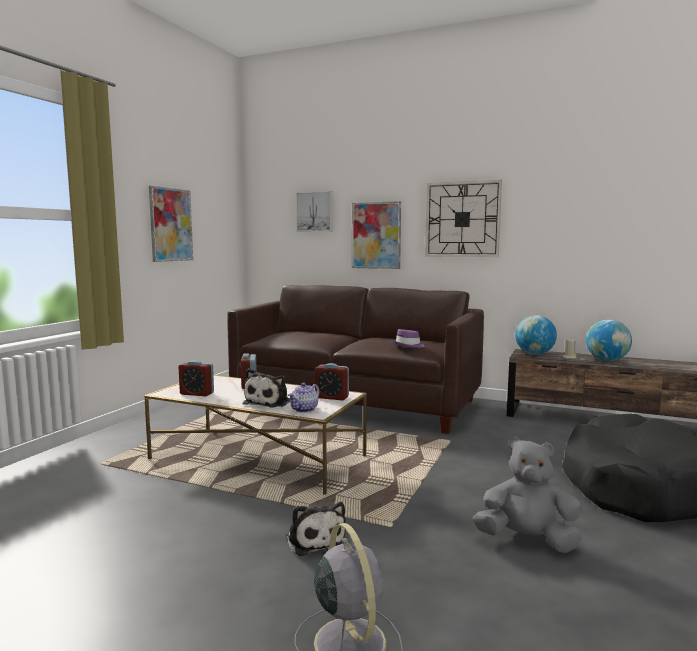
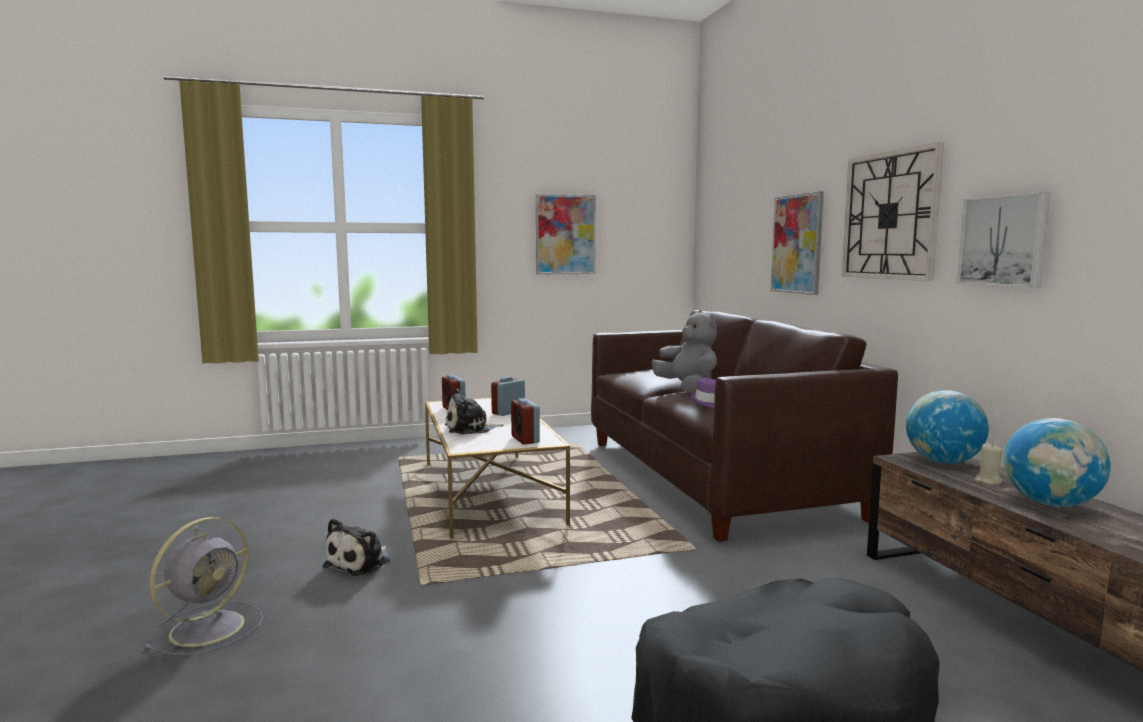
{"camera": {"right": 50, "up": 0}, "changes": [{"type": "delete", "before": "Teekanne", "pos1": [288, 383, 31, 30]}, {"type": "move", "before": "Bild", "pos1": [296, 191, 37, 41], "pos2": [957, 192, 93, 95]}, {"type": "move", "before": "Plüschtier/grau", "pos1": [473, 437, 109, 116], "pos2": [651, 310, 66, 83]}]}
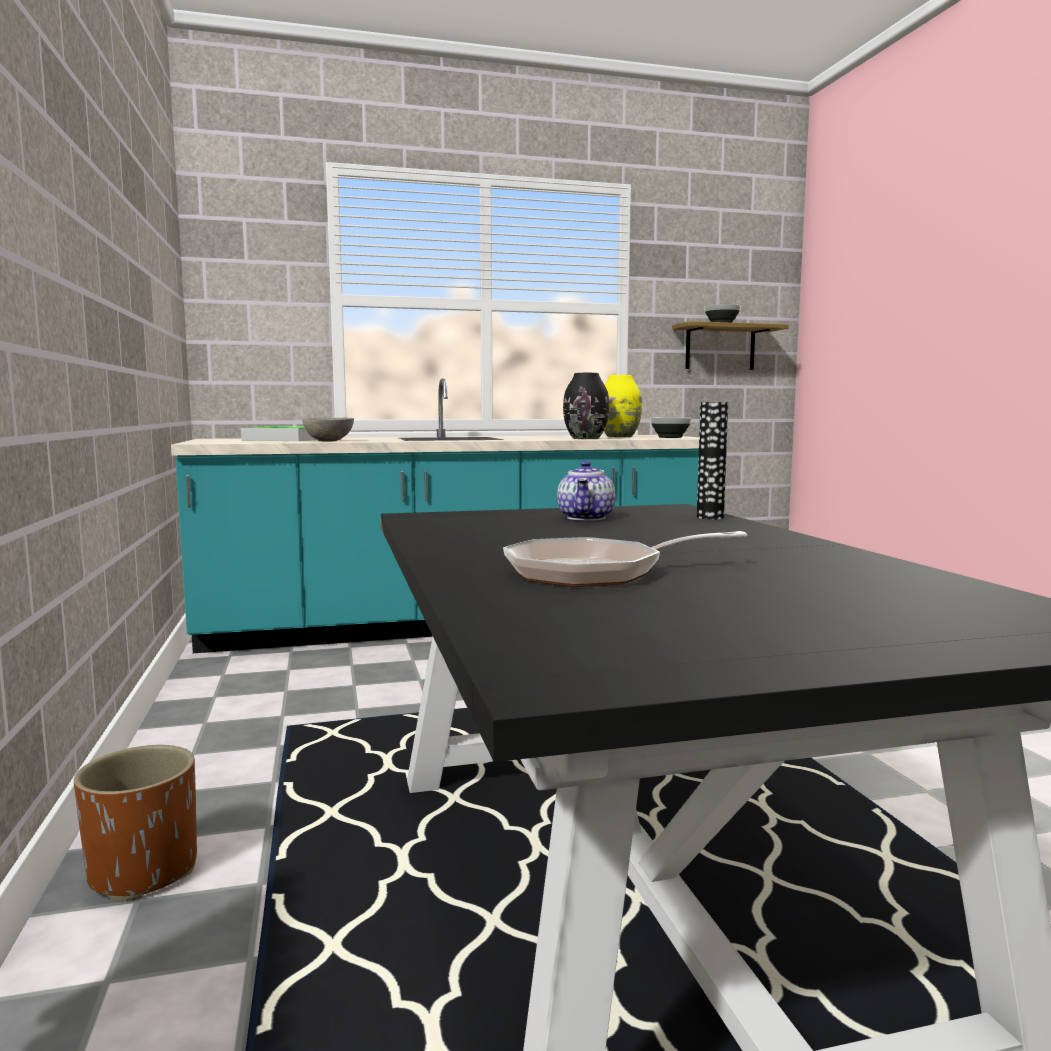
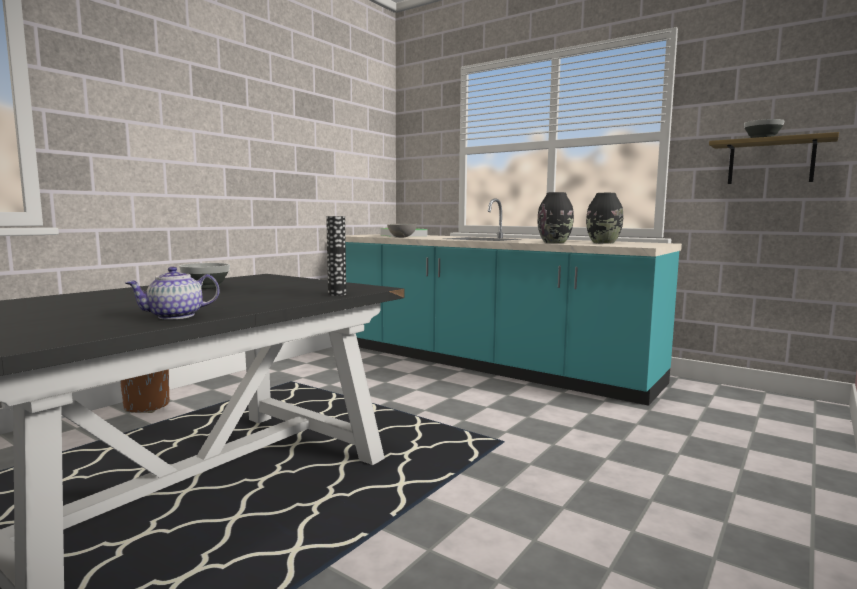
{"camera": {"right": 50, "up": 0}, "changes": [{"type": "delete", "before": "Pfanne", "pos1": [503, 531, 244, 56]}, {"type": "move", "before": "Teekanne", "pos1": [557, 461, 58, 60], "pos2": [125, 267, 94, 53]}, {"type": "recolor", "before": "Vase/gelb", "after": "Vase/schwarz", "pos1": [604, 375, 38, 62], "pos2": [586, 193, 37, 51]}, {"type": "move", "before": "Schüssel", "pos1": [650, 418, 42, 20], "pos2": [179, 263, 51, 26]}]}
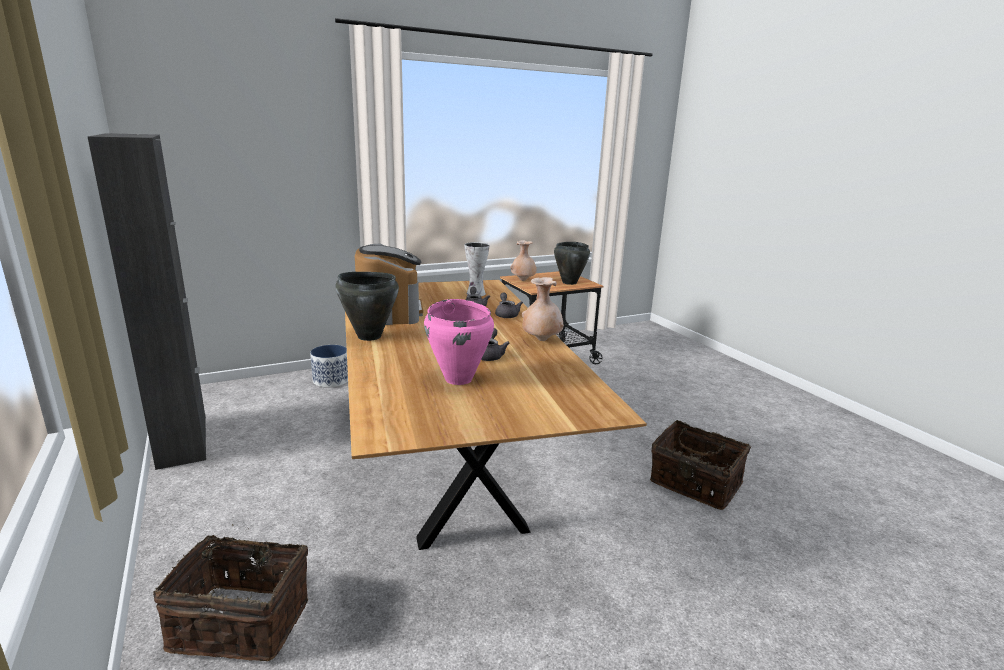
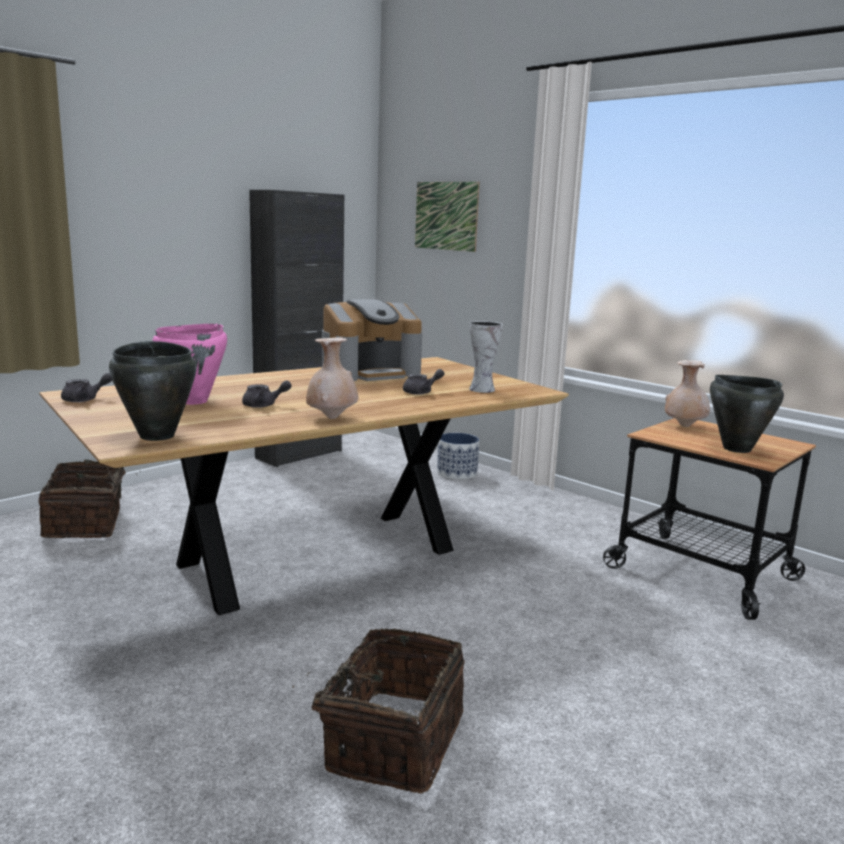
{"camera": {"right": 70, "up": -5}, "changes": [{"type": "move", "before": "Kochtopf/schwarz", "pos1": [335, 272, 64, 69], "pos2": [109, 341, 88, 100]}, {"type": "move", "before": "Teekanne/grau", "pos1": [495, 293, 28, 25], "pos2": [61, 373, 51, 29]}, {"type": "insert", "after": "Bild", "pos2": [415, 182, 65, 70]}]}
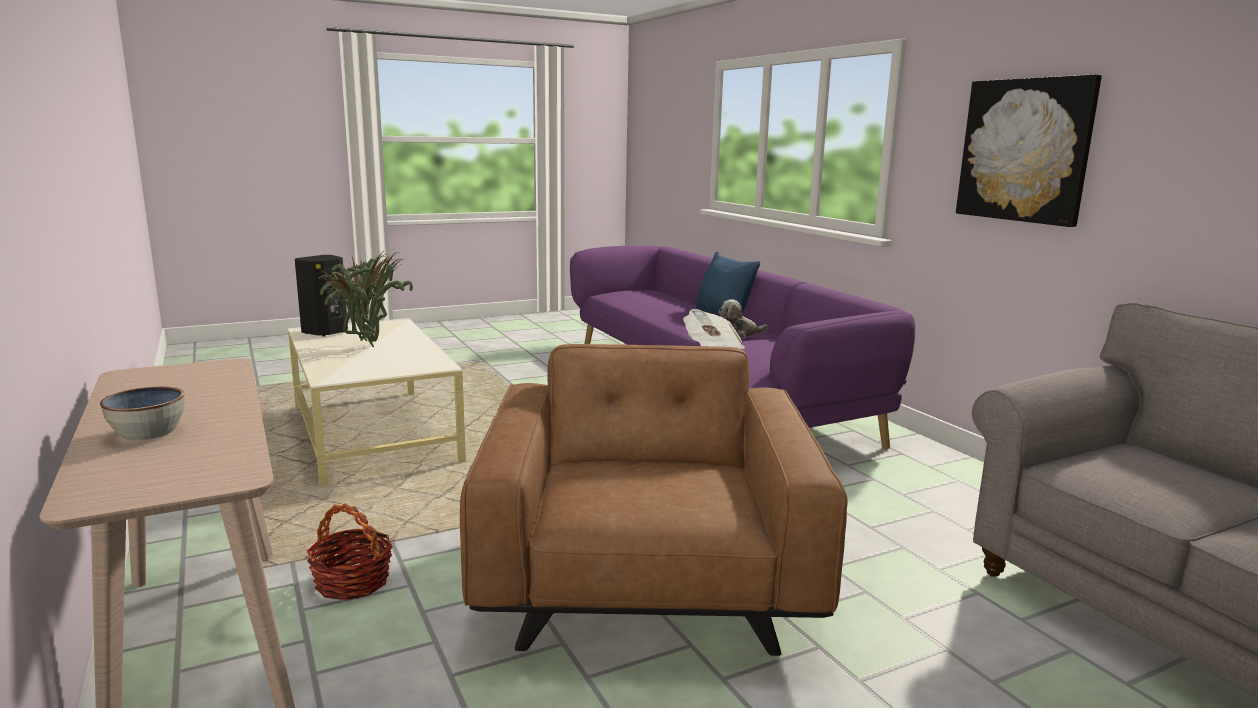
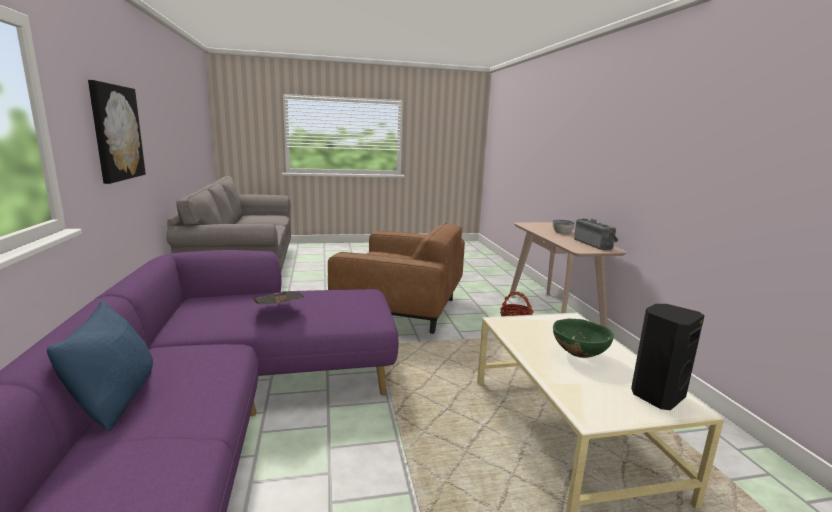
{"camera": {"right": -165, "up": 0}, "changes": [{"type": "replace", "before": "Topfpflanze", "after": "Schüssel/grün", "pos1": [319, 252, 94, 95], "pos2": [553, 319, 61, 39]}, {"type": "rotate", "before": "Sessel/braun", "pos1": [460, 344, 388, 312], "pos2": [328, 223, 137, 111], "turn": -90}, {"type": "delete", "before": "Plüschtier", "pos1": [718, 299, 50, 39]}, {"type": "insert", "after": "Radio", "pos2": [574, 218, 44, 32]}]}
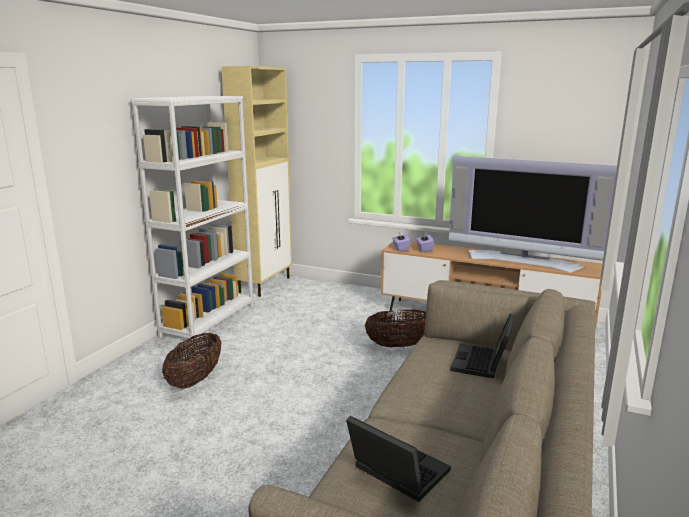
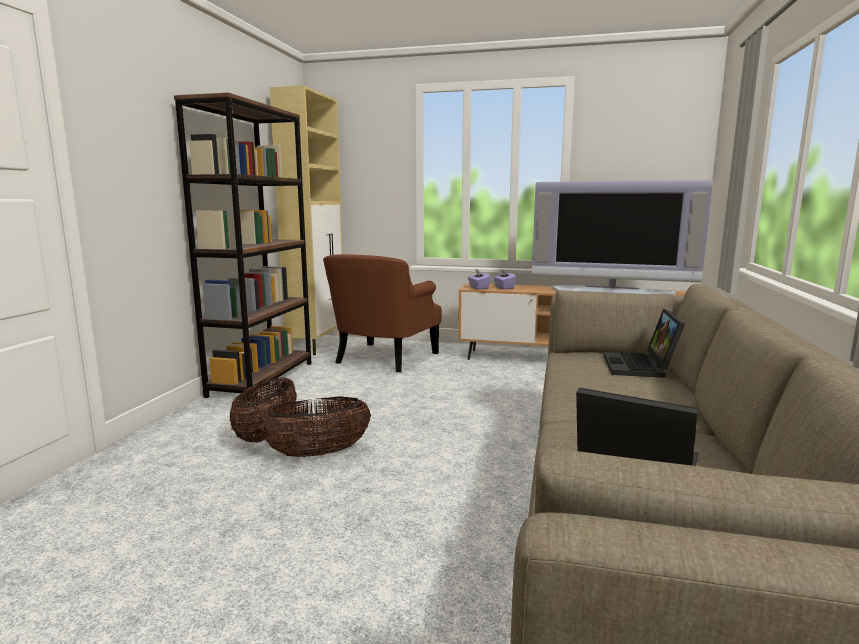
{"camera": {"right": -10, "up": -5}, "changes": [{"type": "recolor", "before": "Bücherregal/weiß", "after": "Bücherregal/braun", "pos1": [131, 96, 123, 249], "pos2": [174, 92, 138, 309]}, {"type": "move", "before": "Korb", "pos1": [365, 309, 61, 38], "pos2": [260, 396, 111, 61]}, {"type": "insert", "after": "Sessel/braun", "pos2": [323, 254, 119, 118]}]}
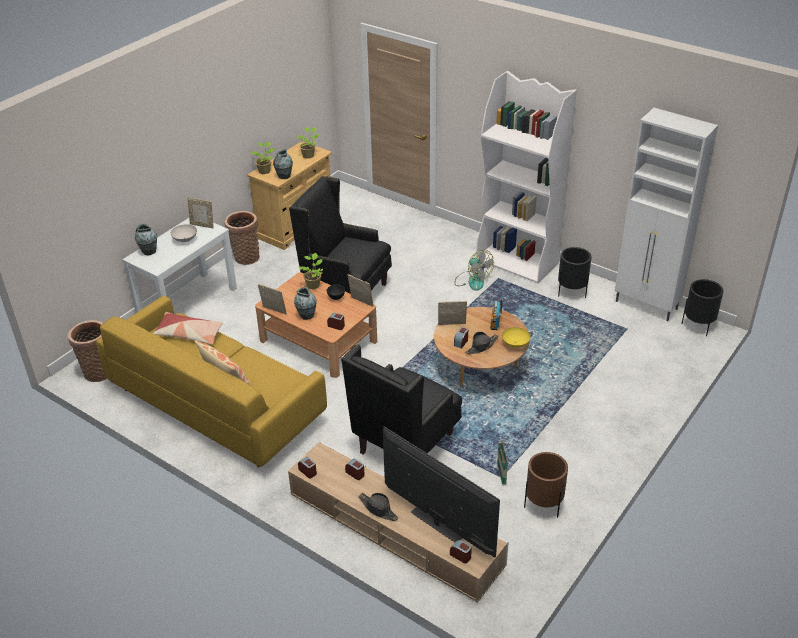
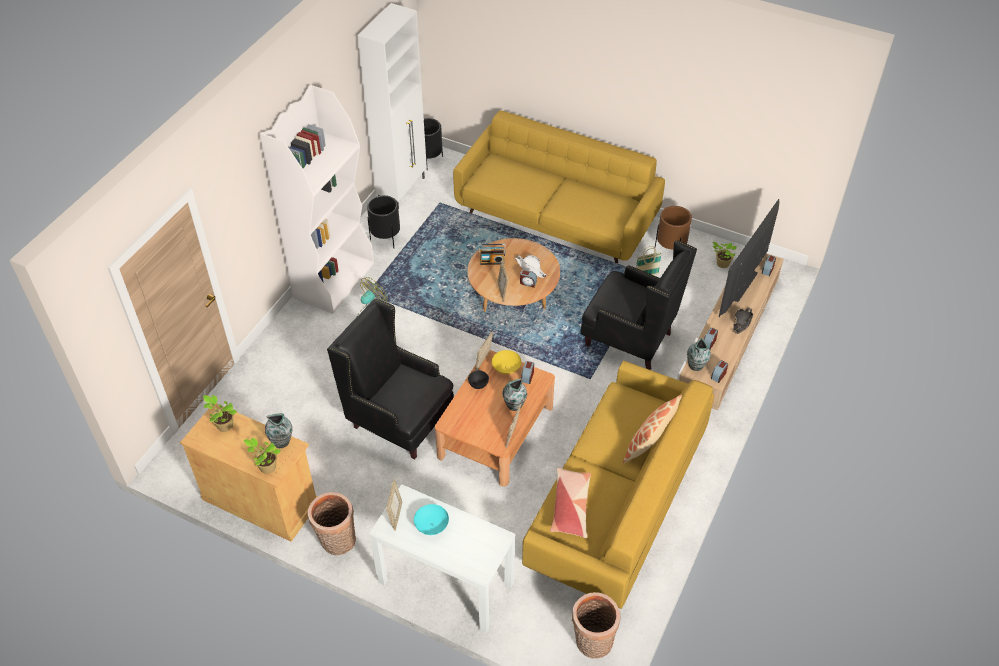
{"camera": {"right": -100, "up": 10}, "changes": [{"type": "move", "before": "Vase", "pos1": [135, 224, 22, 31], "pos2": [687, 338, 24, 33]}, {"type": "recolor", "before": "Schüssel/weiß", "after": "Schüssel/türkis", "pos1": [170, 224, 27, 18], "pos2": [414, 504, 35, 31]}, {"type": "rotate", "before": "Sessel/schwarz", "pos1": [289, 176, 103, 118], "pos2": [327, 298, 127, 162], "turn": 105}, {"type": "move", "before": "Topfpflanze", "pos1": [298, 253, 25, 36], "pos2": [712, 242, 25, 26]}, {"type": "recolor", "before": "Hut/schwarz", "after": "Hut/weiß", "pos1": [465, 332, 33, 22], "pos2": [515, 255, 32, 23]}, {"type": "move", "before": "Schüssel/gelb", "pos1": [502, 327, 29, 21], "pos2": [492, 350, 29, 24]}, {"type": "insert", "after": "Sofa/gelb", "pos2": [453, 111, 212, 152]}]}
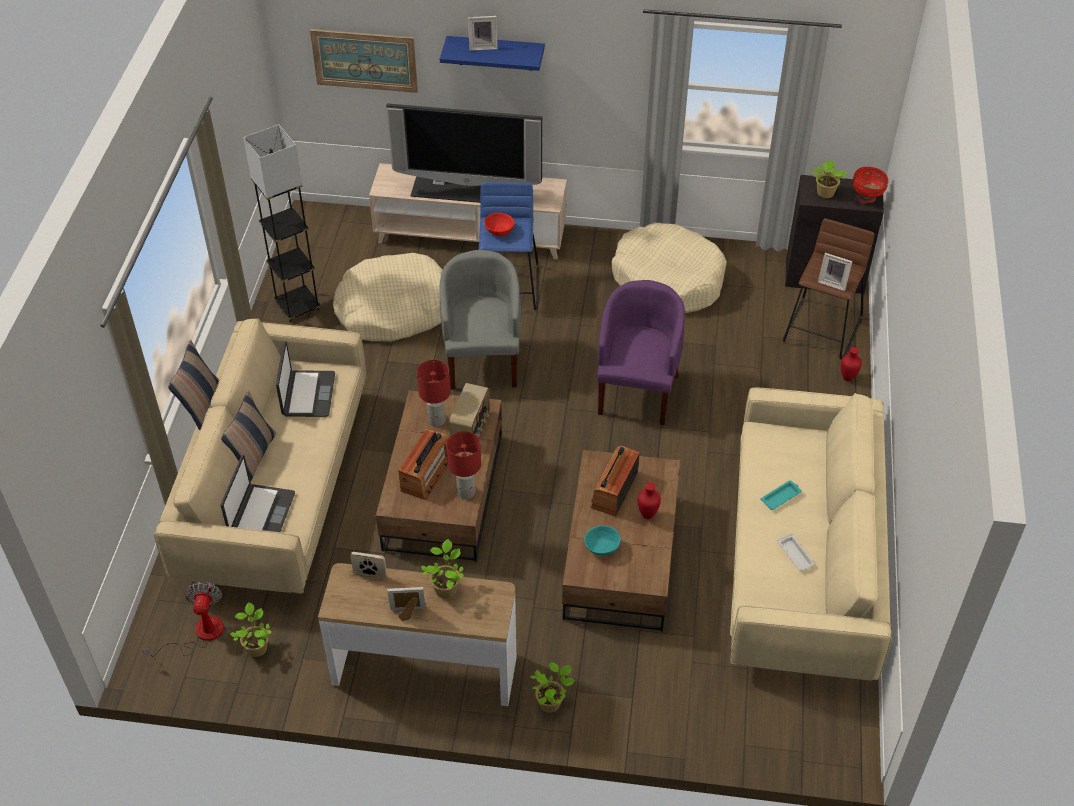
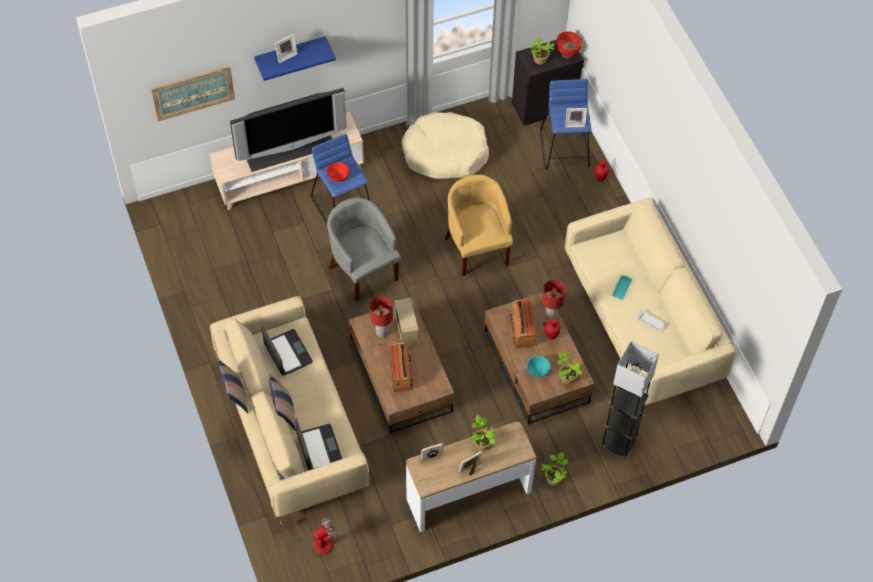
{"camera": {"right": -30, "up": 10}, "changes": [{"type": "rotate", "before": "Ventilator", "pos1": [143, 582, 81, 75], "pos2": [279, 518, 58, 36], "turn": 90}, {"type": "move", "before": "Topfpflanze", "pos1": [230, 602, 42, 55], "pos2": [558, 352, 25, 32]}, {"type": "move", "before": "Stehlampe/grau", "pos1": [243, 124, 78, 198], "pos2": [600, 341, 59, 117]}, {"type": "delete", "before": "Hundebett/beige", "pos1": [333, 253, 109, 89]}, {"type": "move", "before": "Tischlampe/rot", "pos1": [447, 431, 34, 68], "pos2": [542, 279, 24, 42]}, {"type": "recolor", "before": "Sessel/lila", "after": "Sessel/gelb", "pos1": [597, 280, 88, 145], "pos2": [445, 174, 68, 102]}, {"type": "recolor", "before": "Hocker/braun", "after": "Hocker/blau", "pos1": [783, 218, 91, 142], "pos2": [540, 79, 52, 90]}]}
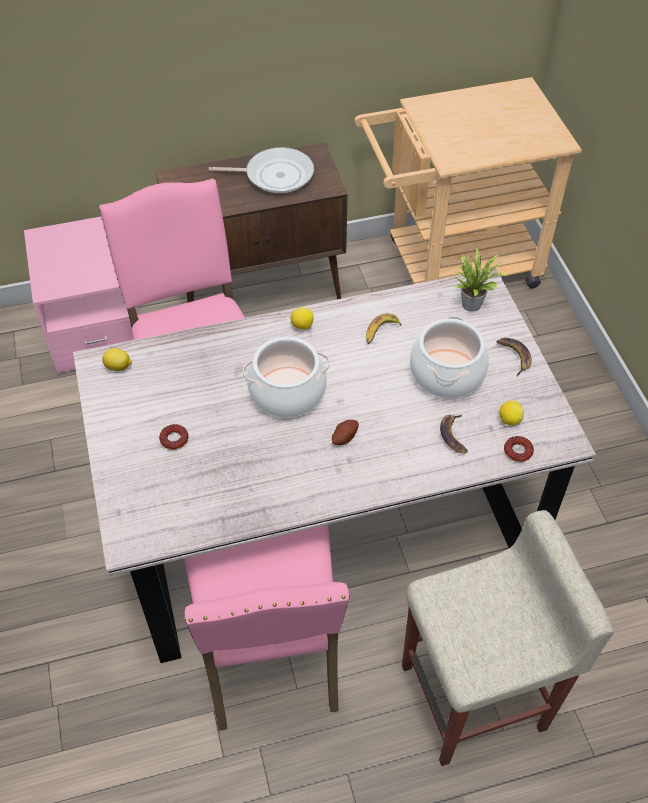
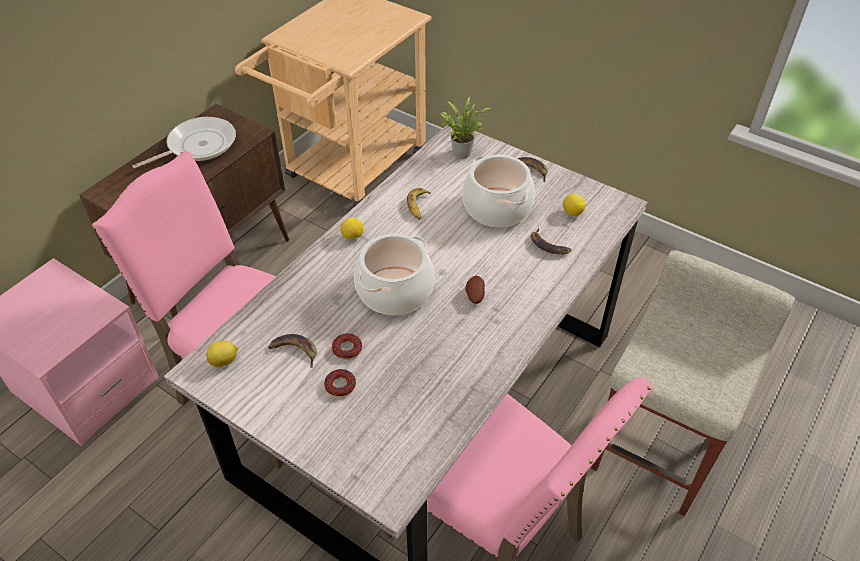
{"camera": {"right": -40, "up": -5}, "changes": [{"type": "move", "before": "Donut", "pos1": [504, 436, 30, 26], "pos2": [332, 333, 30, 27]}, {"type": "insert", "after": "Banane", "pos2": [268, 334, 49, 34]}]}
